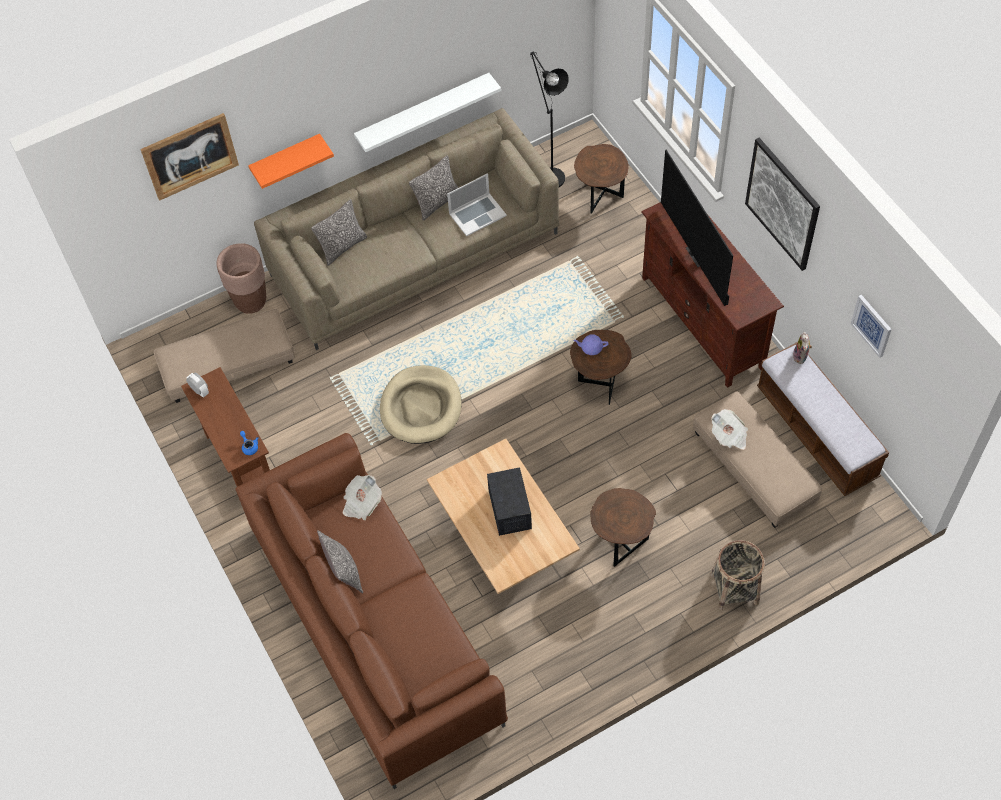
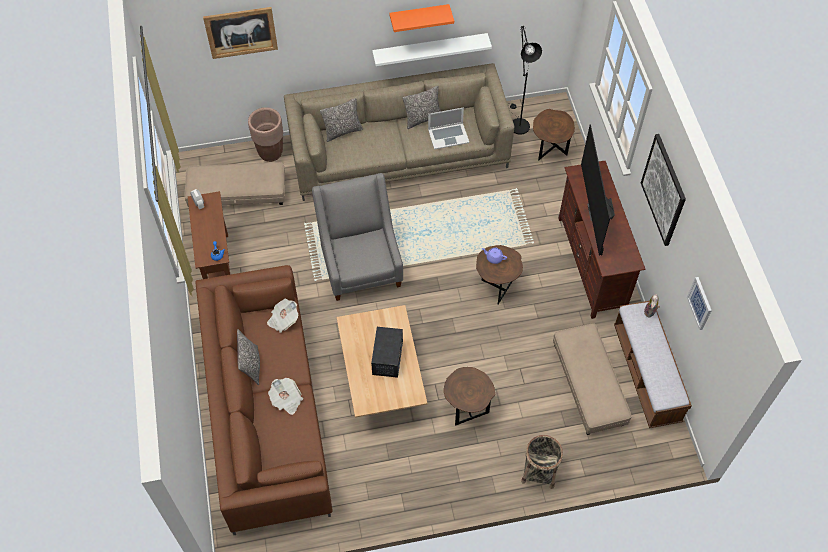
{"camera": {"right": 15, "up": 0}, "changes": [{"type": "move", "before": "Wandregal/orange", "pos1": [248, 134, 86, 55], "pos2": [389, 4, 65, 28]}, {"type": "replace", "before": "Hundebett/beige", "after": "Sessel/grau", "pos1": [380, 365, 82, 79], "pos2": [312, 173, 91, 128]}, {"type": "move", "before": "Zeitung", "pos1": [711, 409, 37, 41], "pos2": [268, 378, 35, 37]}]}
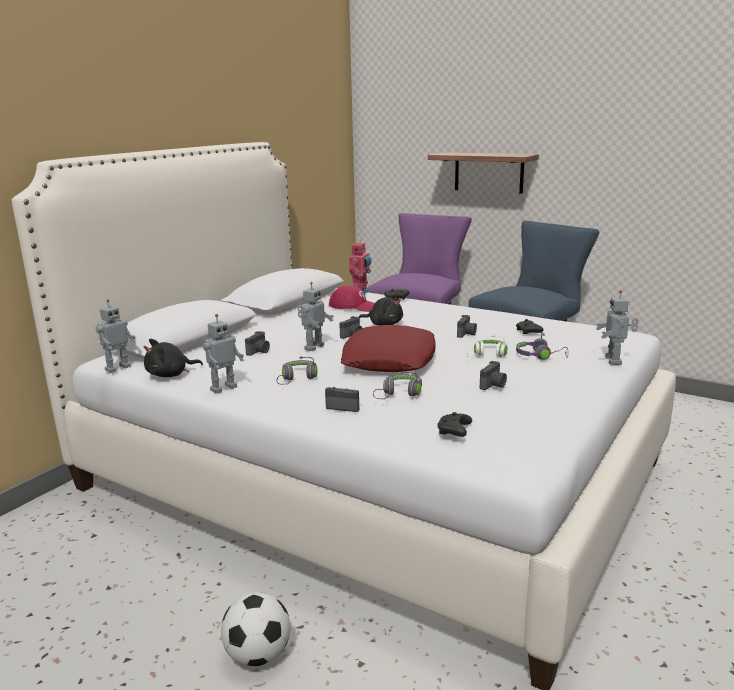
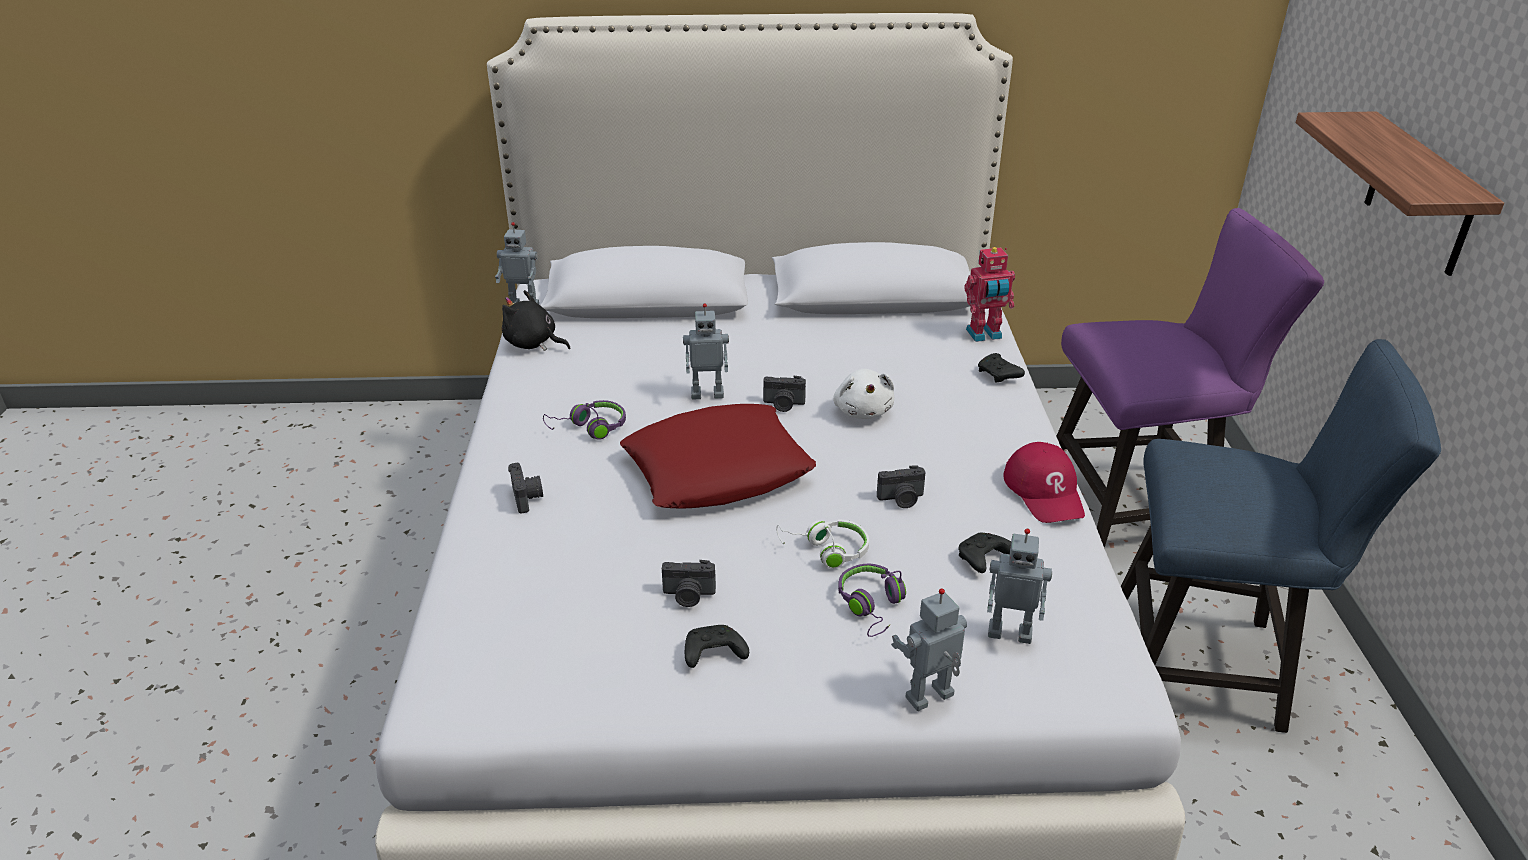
{"camera": {"right": 55, "up": 15}, "changes": [{"type": "move", "before": "Spielzeugroboter", "pos1": [203, 314, 41, 80], "pos2": [987, 528, 65, 116]}, {"type": "delete", "before": "Fußball", "pos1": [221, 592, 69, 74]}, {"type": "delete", "before": "Kamera", "pos1": [245, 331, 25, 25]}, {"type": "move", "before": "Kappe/rot", "pos1": [329, 286, 46, 26], "pos2": [1003, 442, 82, 81]}, {"type": "recolor", "before": "Plüschtier/schwarz", "after": "Plüschtier/weiß", "pos1": [359, 294, 44, 31], "pos2": [833, 369, 61, 50]}, {"type": "delete", "before": "Kopfhörer/lila", "pos1": [373, 371, 49, 28]}, {"type": "move", "before": "Gamepad/schwarz", "pos1": [437, 412, 35, 25], "pos2": [685, 625, 64, 43]}]}
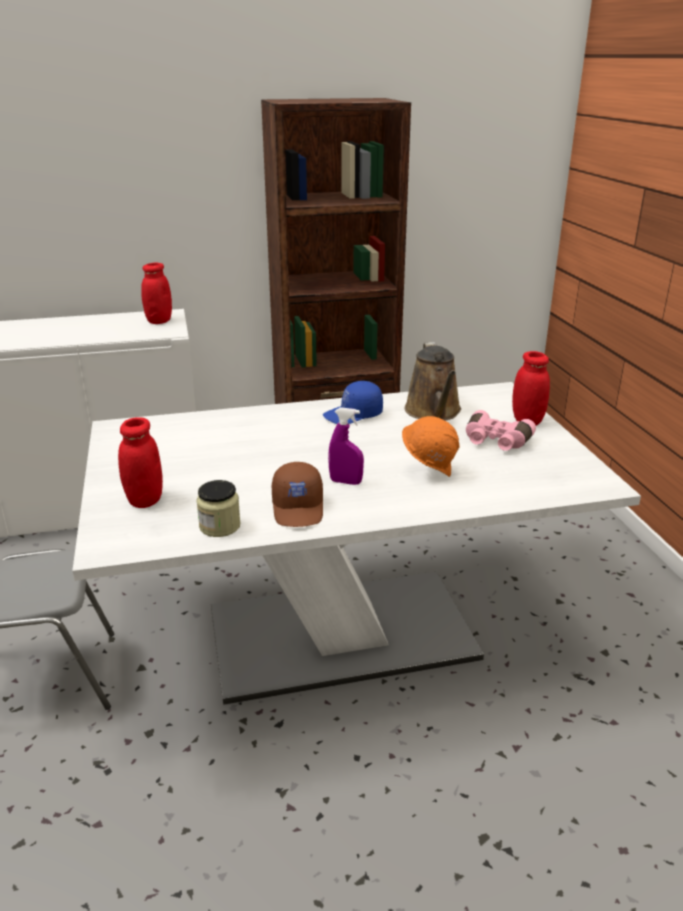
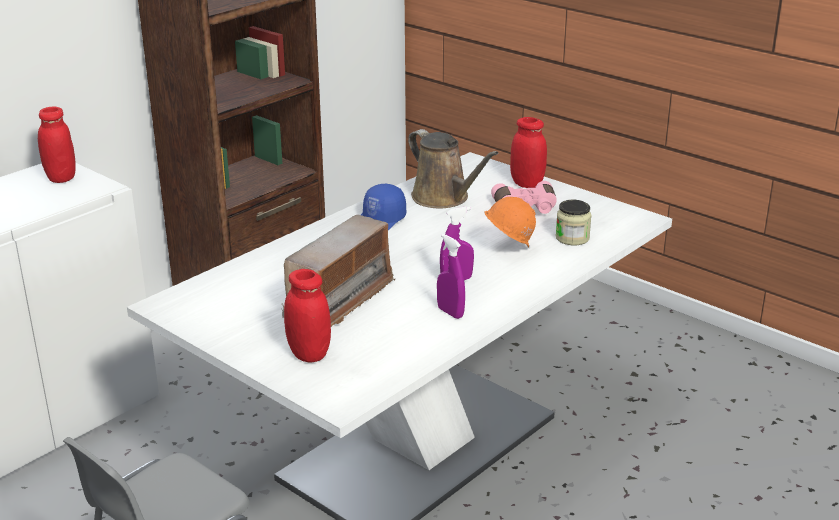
{"camera": {"right": -35, "up": 0}, "changes": [{"type": "move", "before": "Vorratsglas", "pos1": [196, 480, 45, 57], "pos2": [556, 200, 36, 45]}, {"type": "replace", "before": "Kappe/braun", "after": "Sprühflasche/lila", "pos1": [272, 462, 51, 65], "pos2": [437, 234, 28, 85]}, {"type": "insert", "after": "Radio", "pos2": [282, 215, 113, 112]}]}
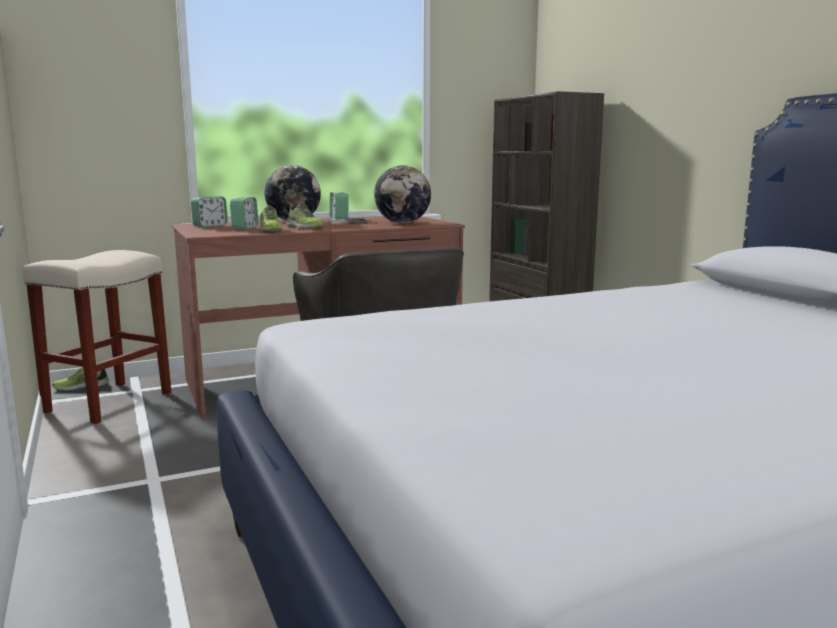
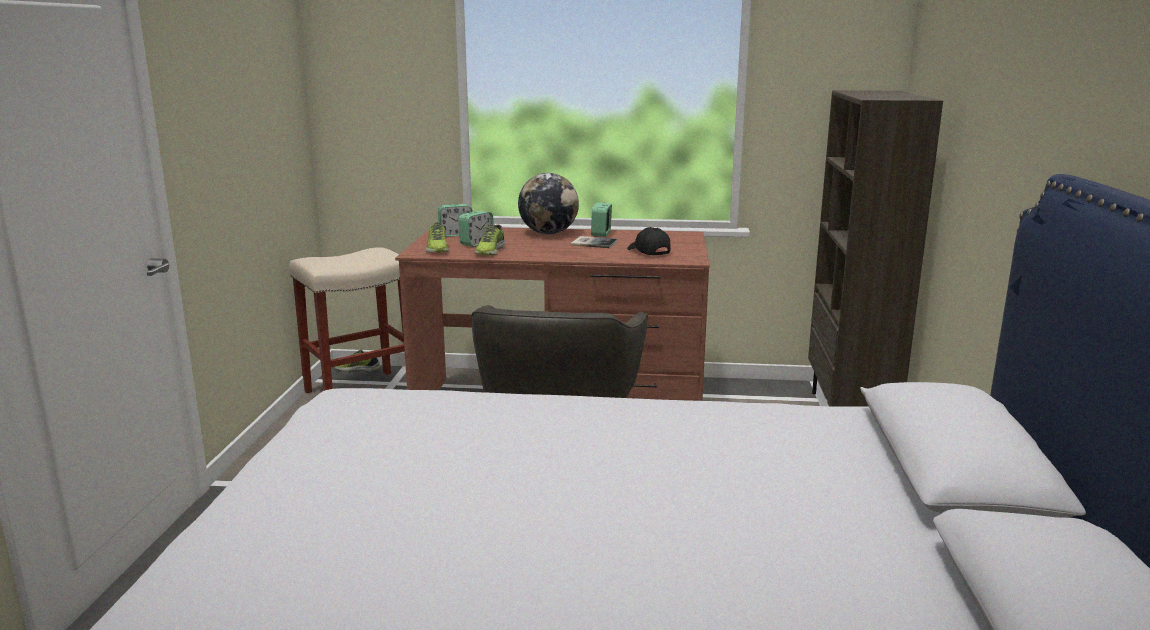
{"camera": {"right": 30, "up": 5}, "changes": [{"type": "move", "before": "Schuh", "pos1": [287, 203, 37, 26], "pos2": [426, 222, 23, 30]}, {"type": "replace", "before": "Globus", "after": "Kappe/schwarz", "pos1": [374, 165, 57, 58], "pos2": [627, 227, 44, 28]}]}
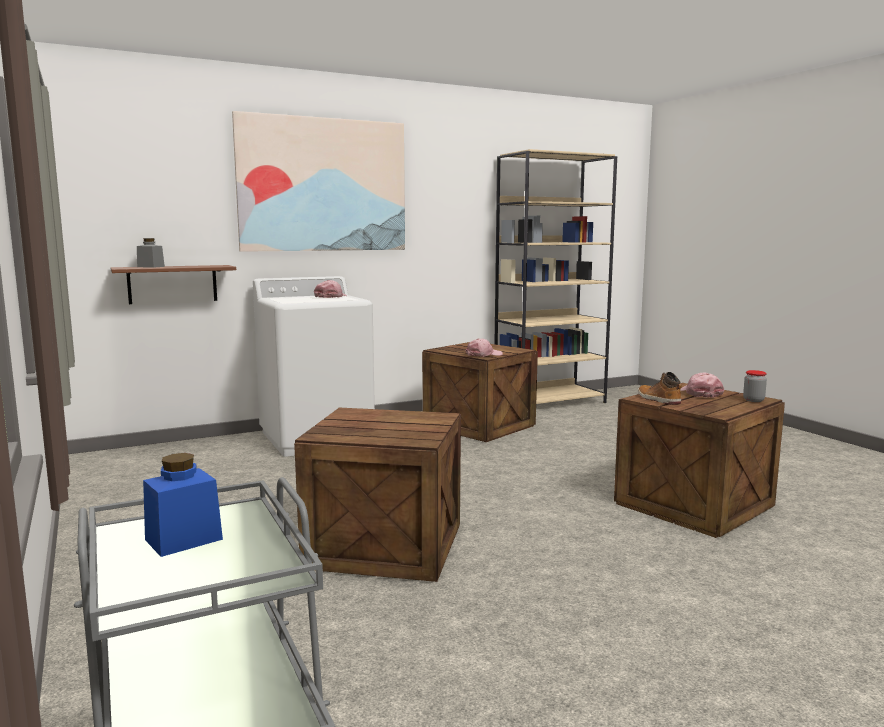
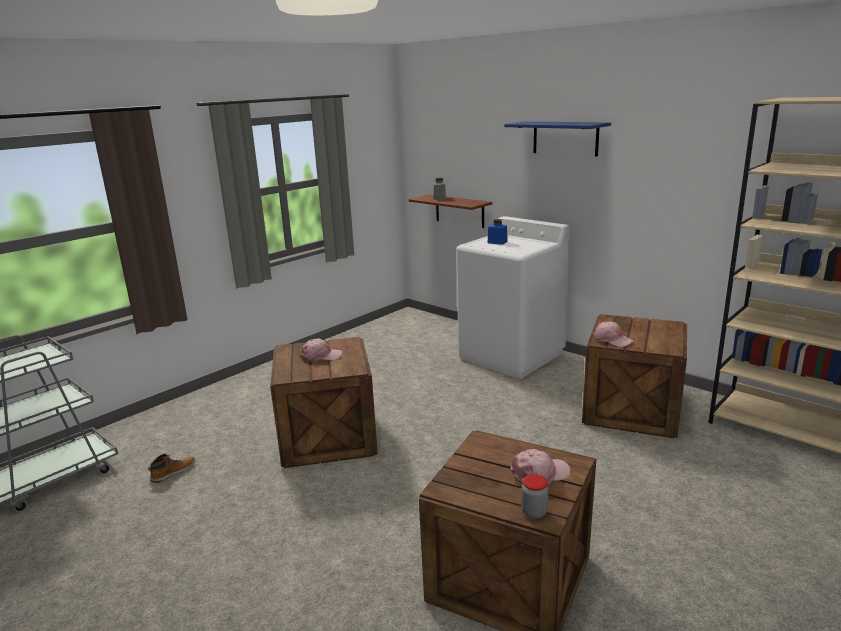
{"camera": {"right": 70, "up": 10}, "changes": [{"type": "move", "before": "Vorratsglas/blau", "pos1": [143, 453, 80, 104], "pos2": [488, 219, 20, 26]}, {"type": "replace", "before": "Bild", "after": "Wandregal/blau", "pos1": [232, 111, 173, 141], "pos2": [504, 121, 107, 35]}, {"type": "move", "before": "Kappe/rosa", "pos1": [314, 280, 33, 18], "pos2": [301, 338, 41, 24]}, {"type": "move", "before": "Stiefel", "pos1": [638, 372, 44, 33], "pos2": [148, 454, 47, 29]}]}
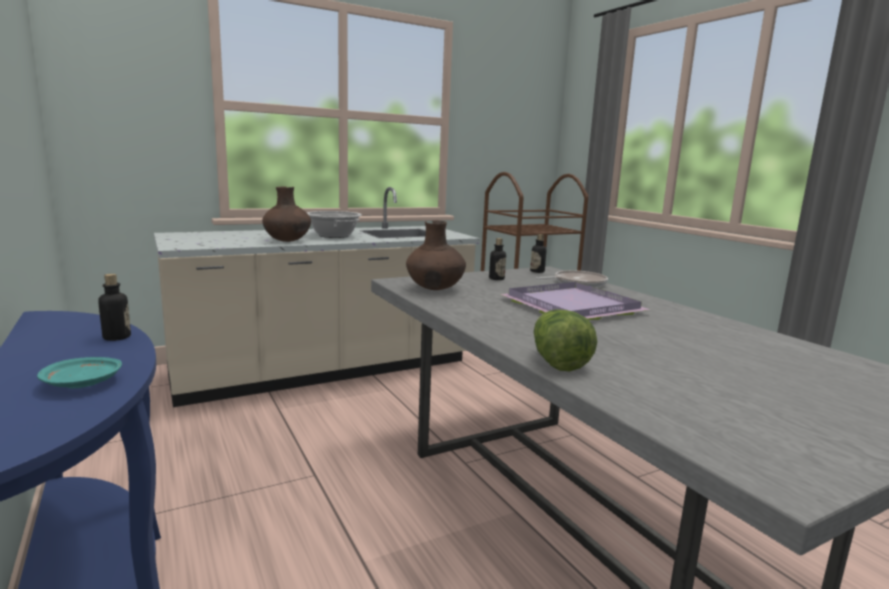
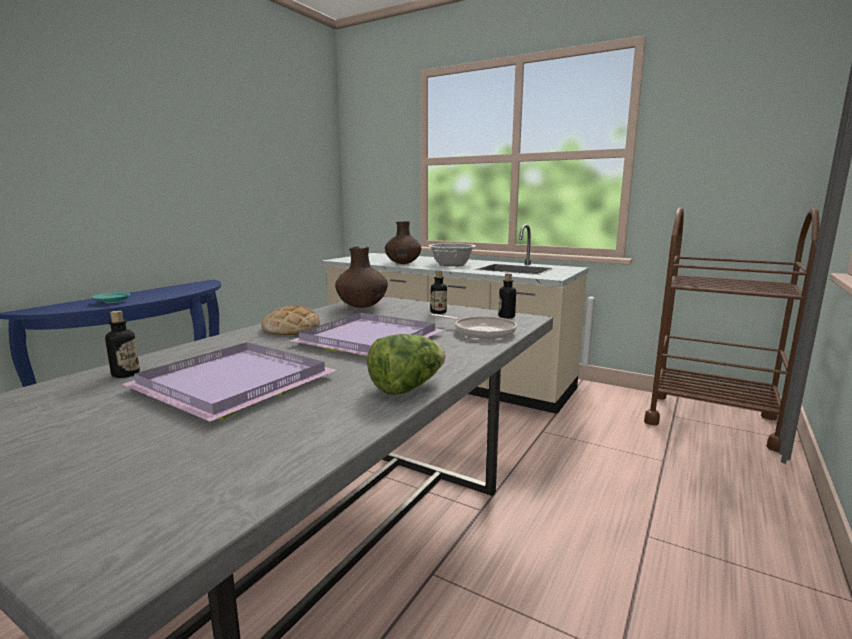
{"camera": {"right": 60, "up": 0}, "changes": [{"type": "move", "before": "Flasche", "pos1": [98, 274, 33, 67], "pos2": [105, 311, 35, 67]}, {"type": "move", "before": "Salatkopf", "pos1": [534, 309, 63, 62], "pos2": [367, 334, 79, 61]}, {"type": "insert", "after": "Tablett/lila", "pos2": [122, 342, 214, 79]}, {"type": "insert", "after": "Brot", "pos2": [262, 305, 58, 30]}]}
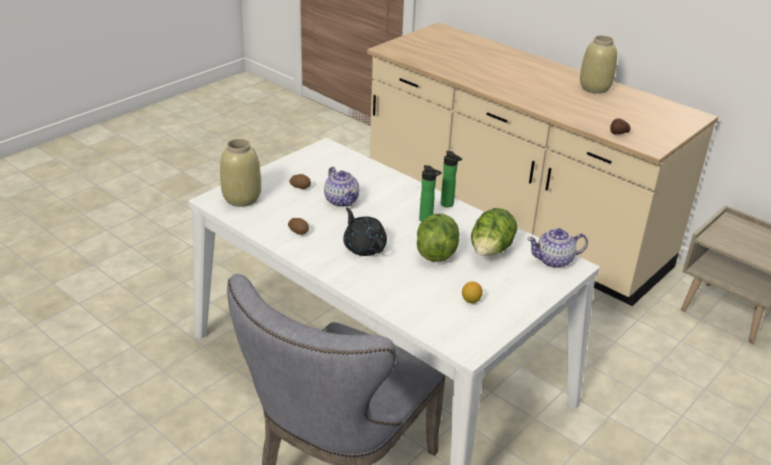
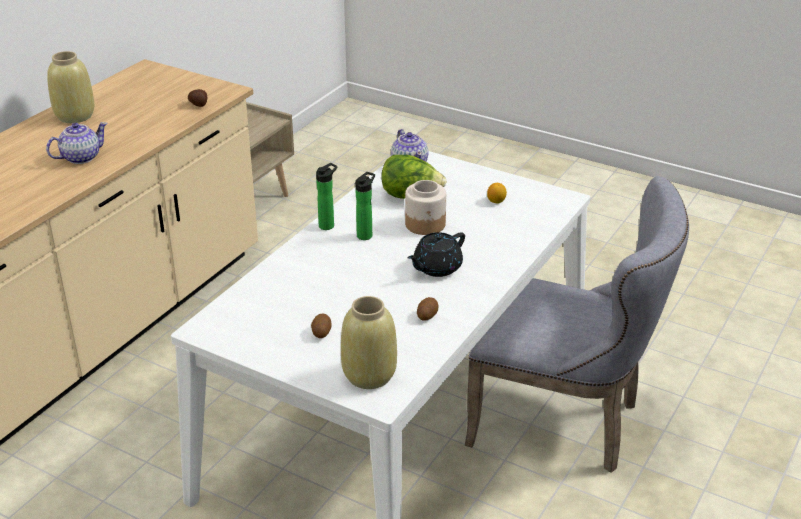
{"camera": {"right": -100, "up": 0}, "changes": [{"type": "move", "before": "Teekanne", "pos1": [324, 167, 36, 40], "pos2": [46, 122, 62, 42]}, {"type": "replace", "before": "Salatkopf", "after": "Vorratsglas", "pos1": [417, 213, 42, 49], "pos2": [405, 180, 41, 55]}]}
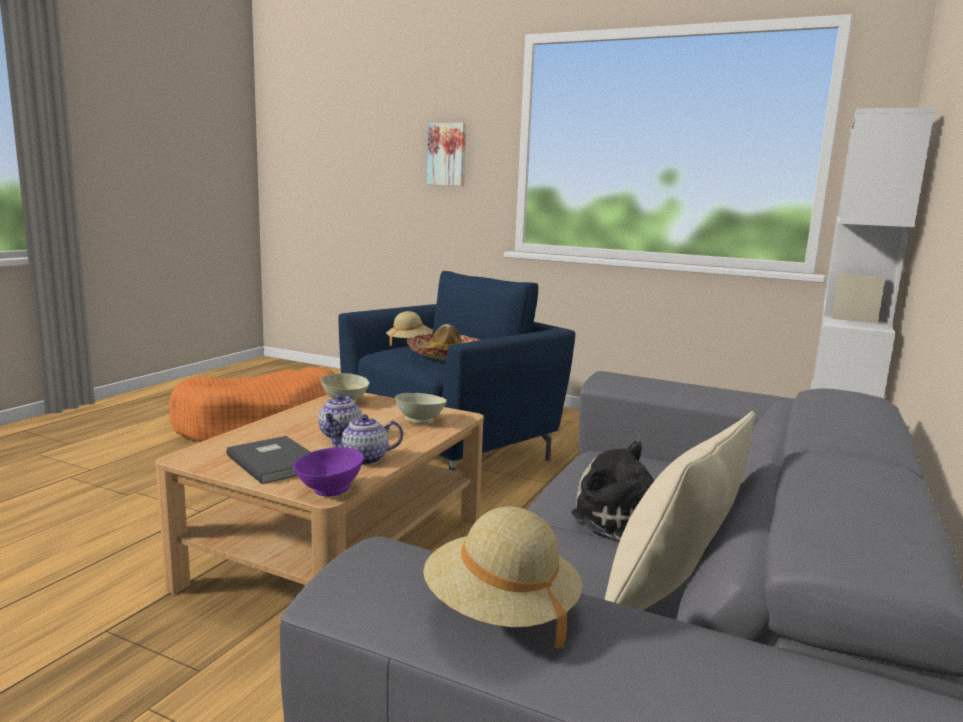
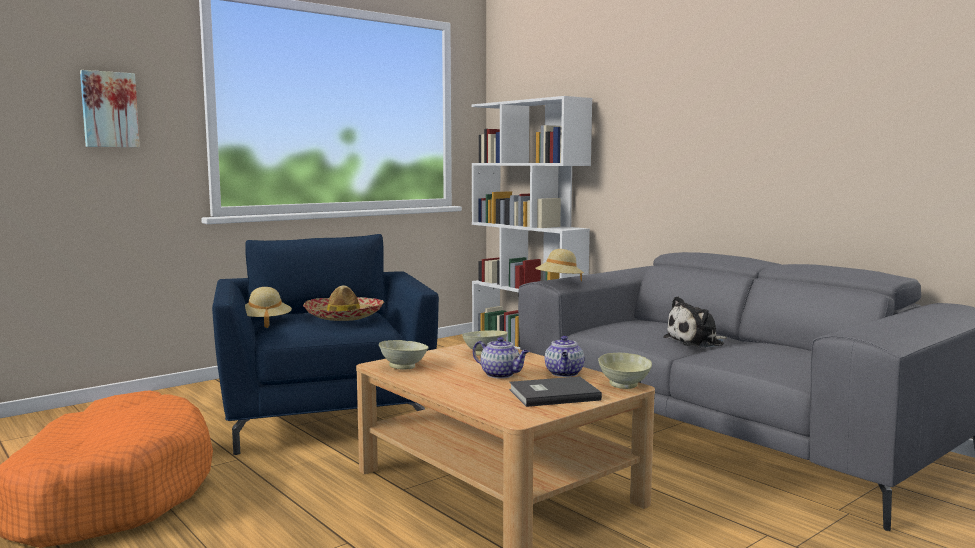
{"camera": {"right": -65, "up": -5}, "changes": [{"type": "recolor", "before": "Schüssel/lila", "after": "Schüssel/beige", "pos1": [293, 447, 71, 49], "pos2": [598, 353, 54, 36]}, {"type": "move", "before": "Hut/beige", "pos1": [423, 506, 159, 142], "pos2": [535, 249, 49, 32]}, {"type": "delete", "before": "Kissen/beige", "pos1": [604, 411, 152, 199]}]}
